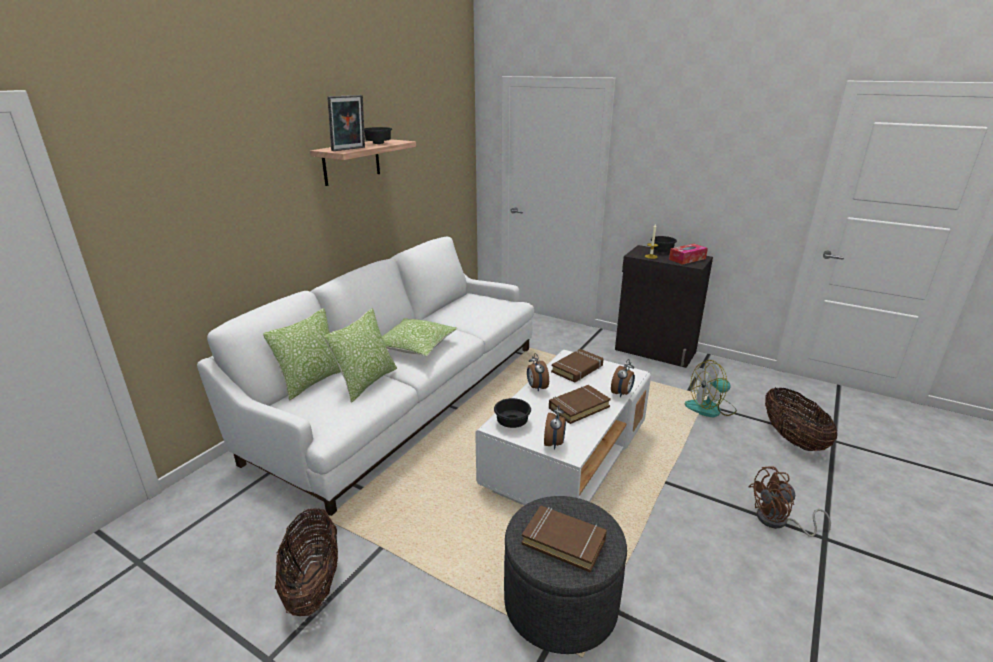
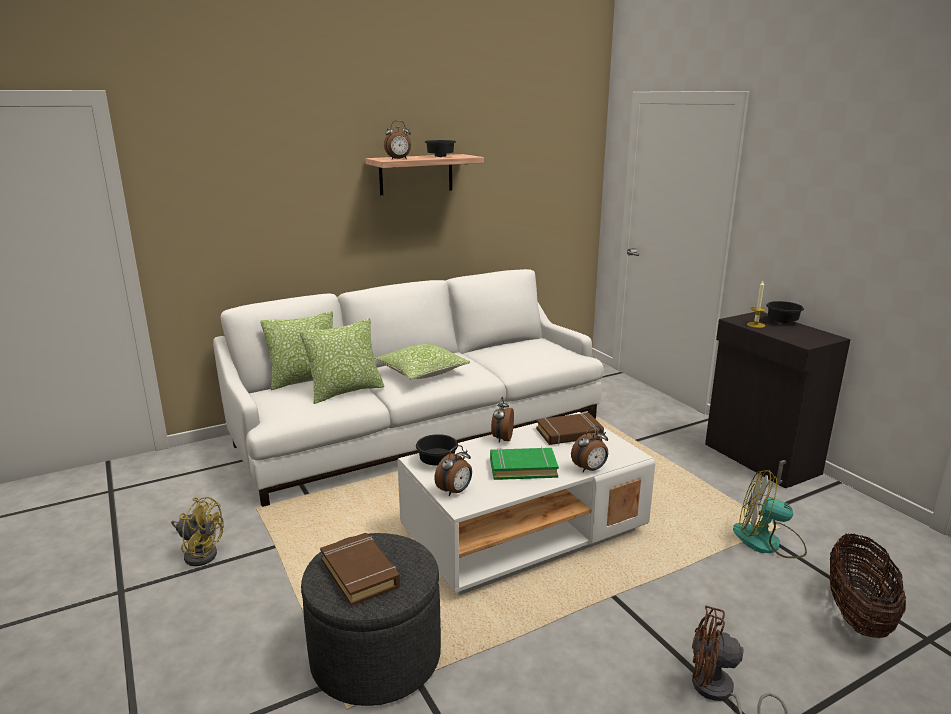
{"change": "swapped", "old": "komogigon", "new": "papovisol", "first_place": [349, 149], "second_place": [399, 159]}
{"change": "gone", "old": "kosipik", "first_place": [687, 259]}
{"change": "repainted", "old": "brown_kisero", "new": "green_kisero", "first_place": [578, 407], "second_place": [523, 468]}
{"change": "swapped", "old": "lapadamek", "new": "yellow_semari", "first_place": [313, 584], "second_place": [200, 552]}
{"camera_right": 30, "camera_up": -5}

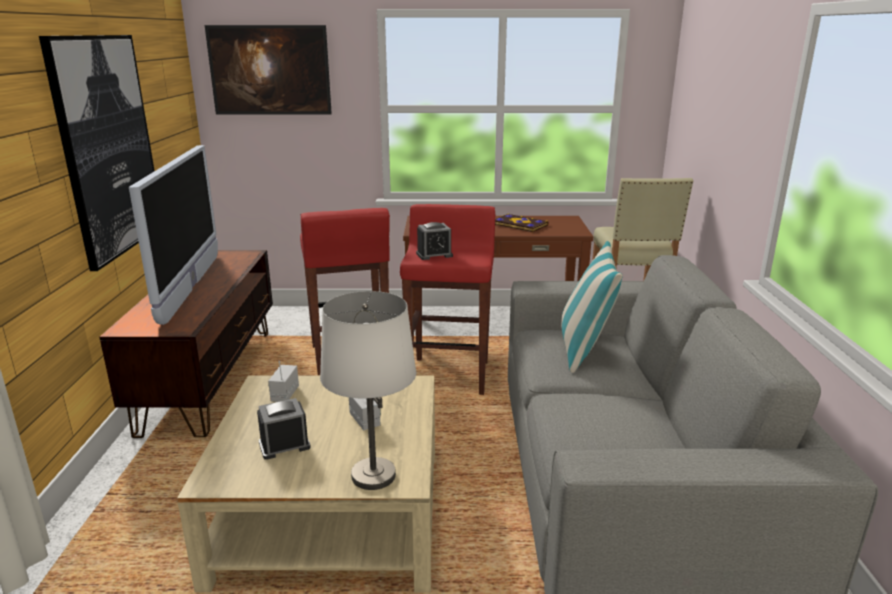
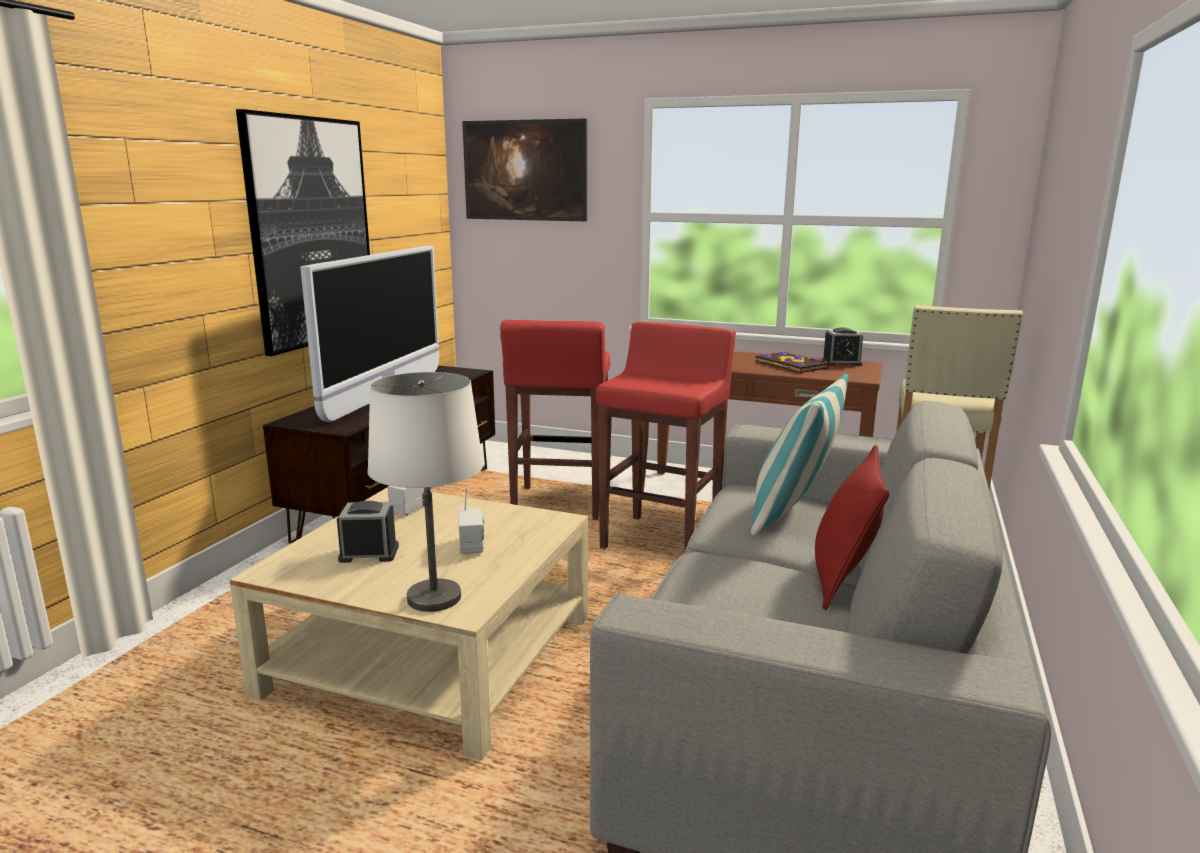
{"change": "shifted", "old": "papovisol", "first_place": [434, 255], "second_place": [841, 363]}
{"change": "new", "new": "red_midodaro", "second_place": [842, 579]}
{"camera_right": 20, "camera_up": -5}

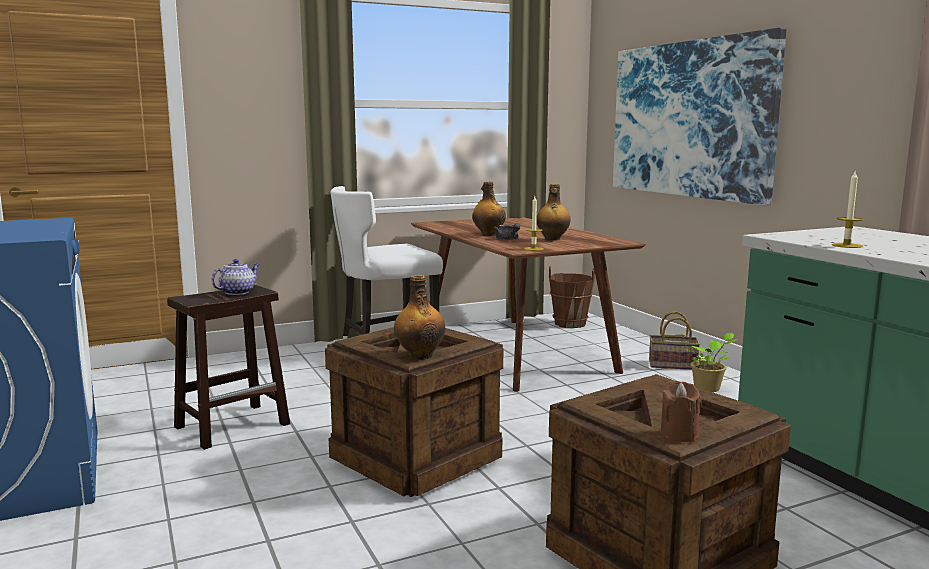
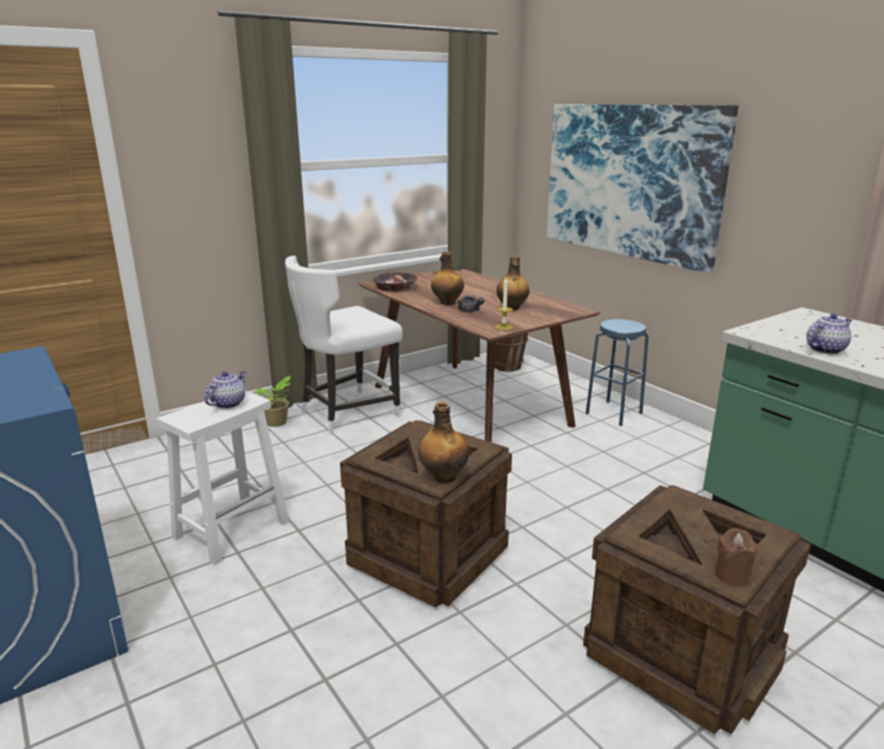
{"change": "swapped", "old": "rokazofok", "new": "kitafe", "first_place": [847, 245], "second_place": [825, 349]}
{"change": "repainted", "old": "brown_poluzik", "new": "white_poluzik", "first_place": [233, 425], "second_place": [232, 528]}
{"change": "swapped", "old": "lapadamek", "new": "blue_poluzik", "first_place": [671, 365], "second_place": [613, 413]}
{"change": "shifted", "old": "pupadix", "first_place": [708, 389], "second_place": [277, 423]}
{"change": "new", "new": "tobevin", "second_place": [394, 287]}
{"camera_right": -10, "camera_up": 10}

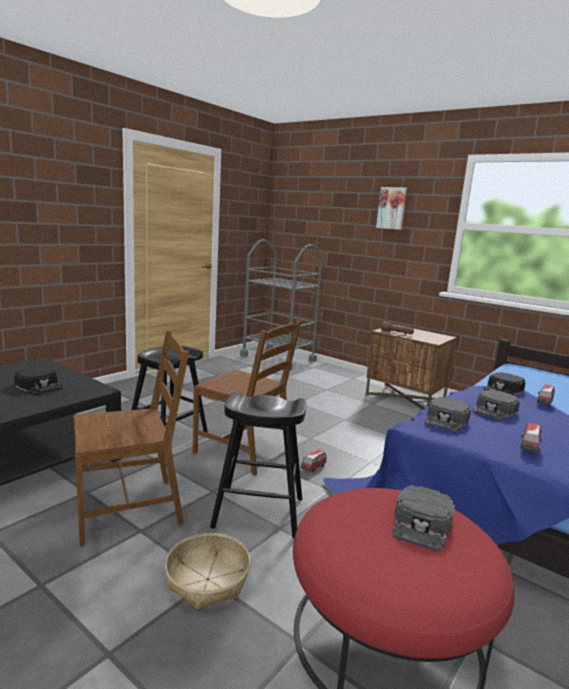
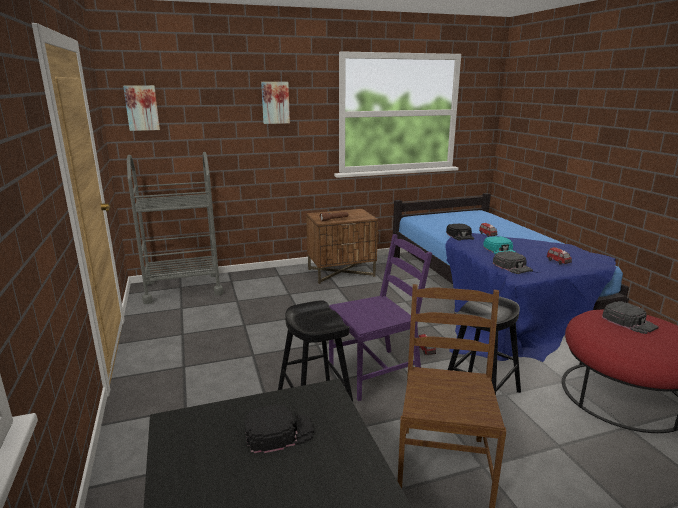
{"change": "repainted", "old": "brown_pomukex", "new": "purple_pomukex", "first_place": [243, 451], "second_place": [375, 372]}
{"change": "repainted", "old": "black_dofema", "new": "turquoise_dofema", "first_place": [494, 410], "second_place": [500, 250]}
{"change": "gone", "old": "lapadamek", "first_place": [207, 579]}
{"change": "new", "new": "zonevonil", "second_place": [142, 108]}
{"camera_right": -55, "camera_up": 5}

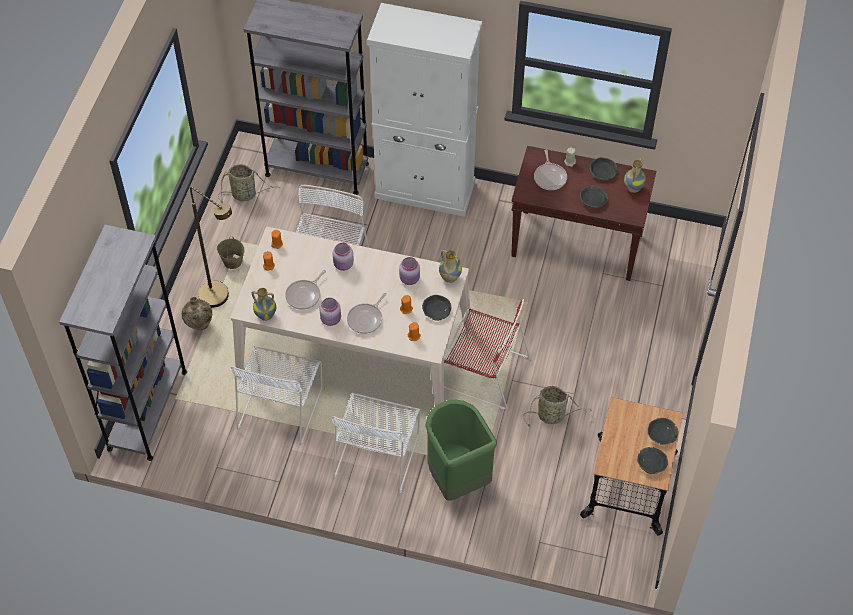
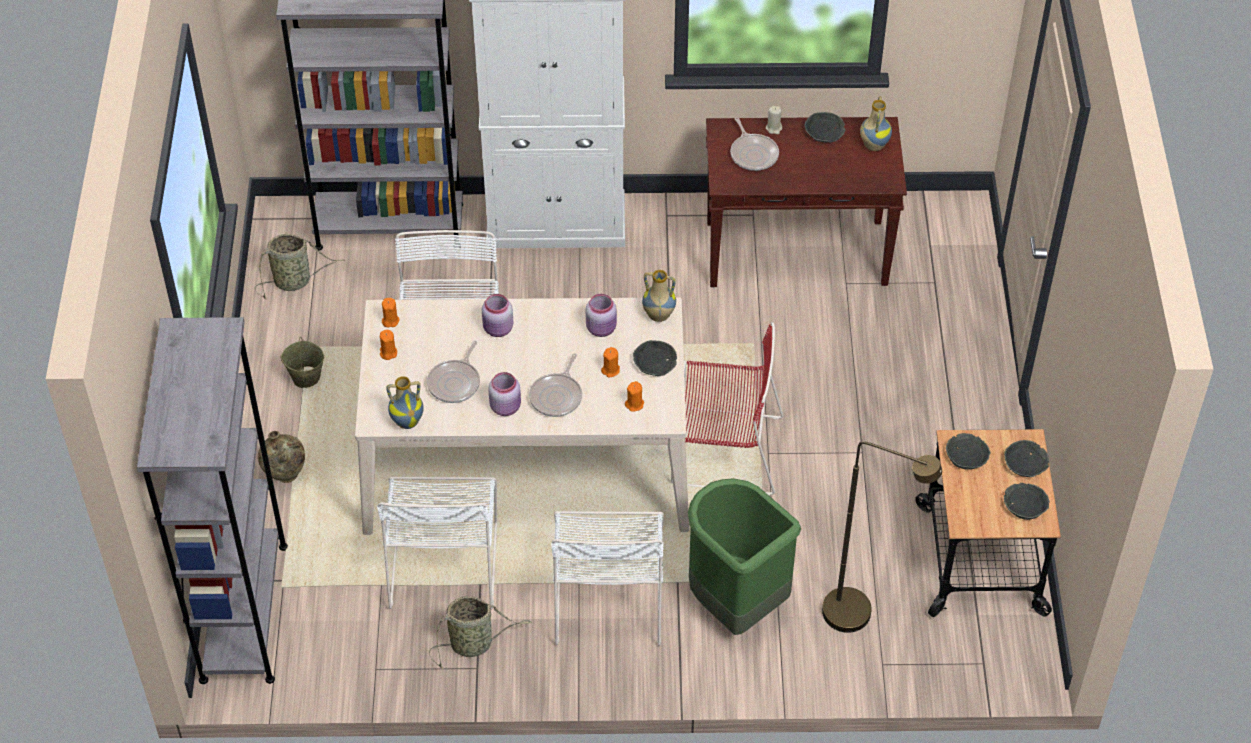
{"change": "shifted", "old": "grey_tobevin", "first_place": [593, 199], "second_place": [967, 455]}
{"change": "shifted", "old": "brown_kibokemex", "first_place": [220, 299], "second_place": [860, 615]}
{"change": "shifted", "old": "lapadamek", "first_place": [553, 416], "second_place": [474, 644]}
{"camera_right": -15, "camera_up": -5}

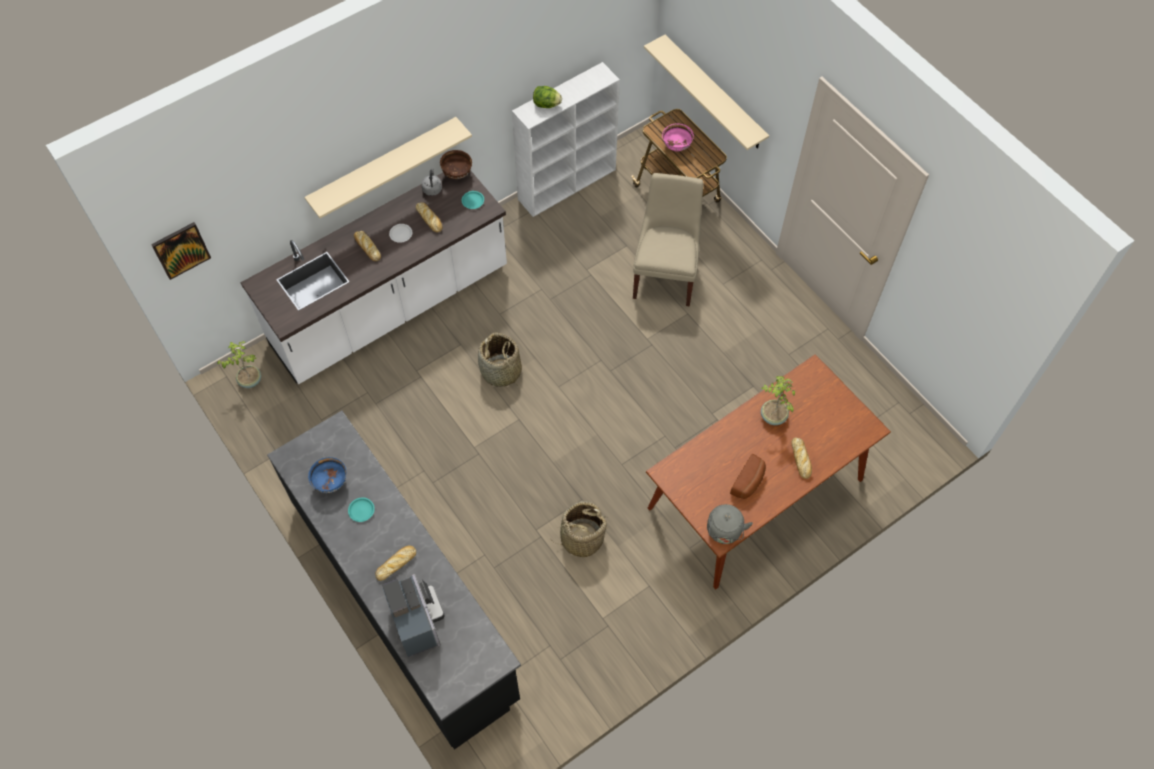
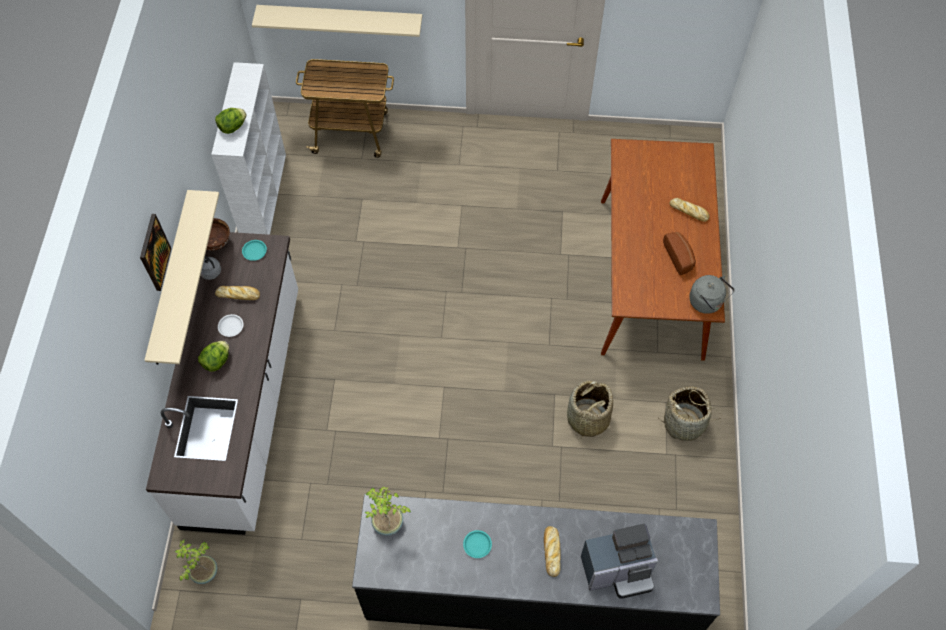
{"change": "gone", "old": "pink_tobevin", "first_place": [676, 147]}
{"change": "gone", "old": "beige_pomukex", "first_place": [665, 273]}
{"change": "shifted", "old": "zonevonil", "first_place": [181, 250], "second_place": [154, 252]}
{"change": "swapped", "old": "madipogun", "new": "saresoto", "first_place": [367, 247], "second_place": [216, 361]}
{"change": "shifted", "old": "lapadamek", "first_place": [501, 372], "second_place": [684, 423]}
{"change": "shifted", "old": "pupadix", "first_place": [772, 417], "second_place": [388, 524]}
{"change": "gone", "old": "blue_tobevin", "first_place": [330, 482]}
{"change": "rotated", "old": "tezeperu", "first_place": [418, 621], "second_place": [618, 571], "degrees": 150}
{"camera_right": -50, "camera_up": 0}

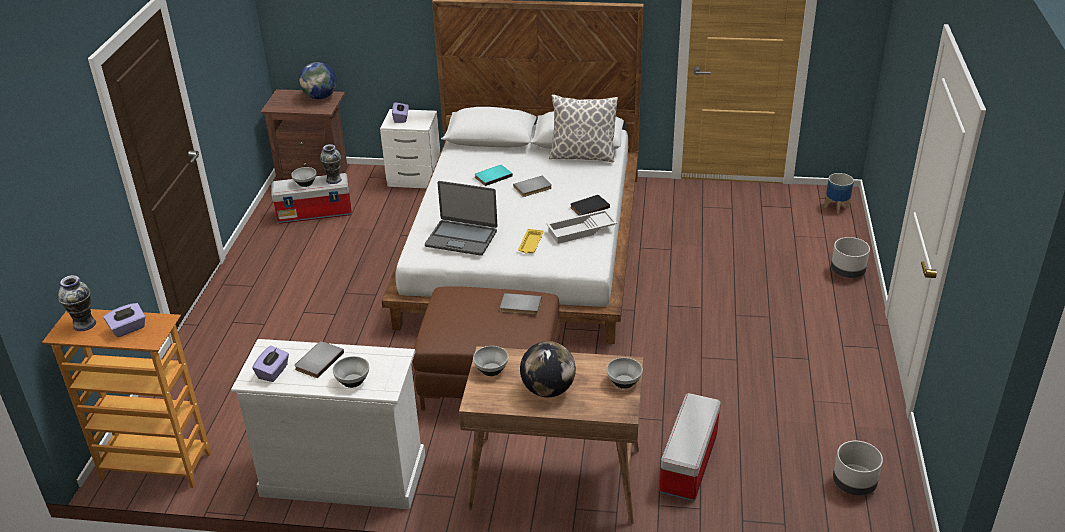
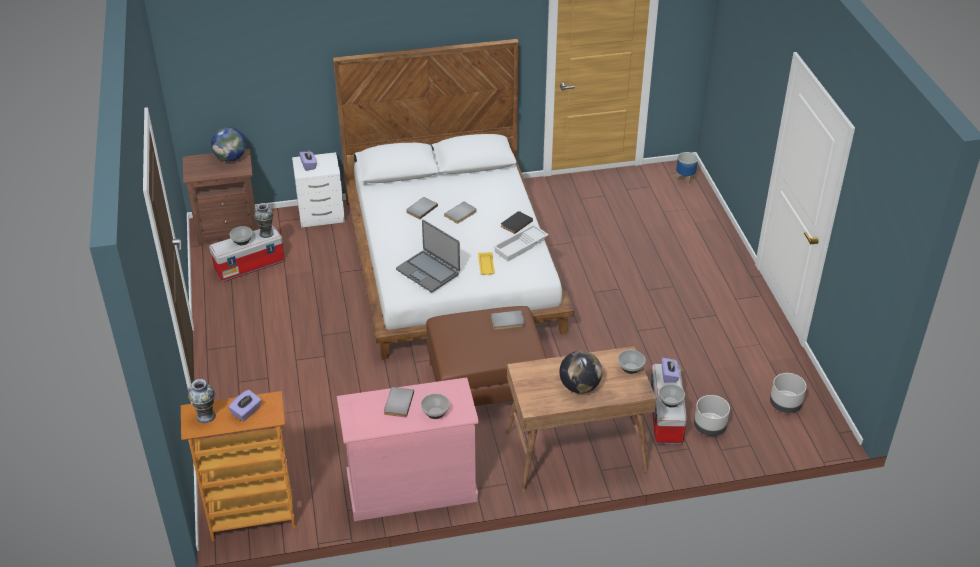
{"change": "gone", "old": "midodaro", "first_place": [582, 156]}
{"change": "repainted", "old": "turquoise_kisero", "new": "grey_kisero", "first_place": [492, 176], "second_place": [421, 209]}
{"change": "rotated", "old": "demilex", "first_place": [461, 238], "second_place": [428, 271], "degrees": 45}
{"change": "shifted", "old": "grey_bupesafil", "first_place": [847, 272], "second_place": [710, 427]}
{"change": "repainted", "old": "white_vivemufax", "new": "pink_vivemufax", "first_place": [343, 475], "second_place": [411, 488]}
{"change": "shifted", "old": "purple_kosipik", "first_place": [273, 372], "second_place": [669, 375]}
{"change": "shifted", "old": "tobevin", "first_place": [492, 369], "second_place": [670, 402]}
{"camera_right": -20, "camera_up": 5}

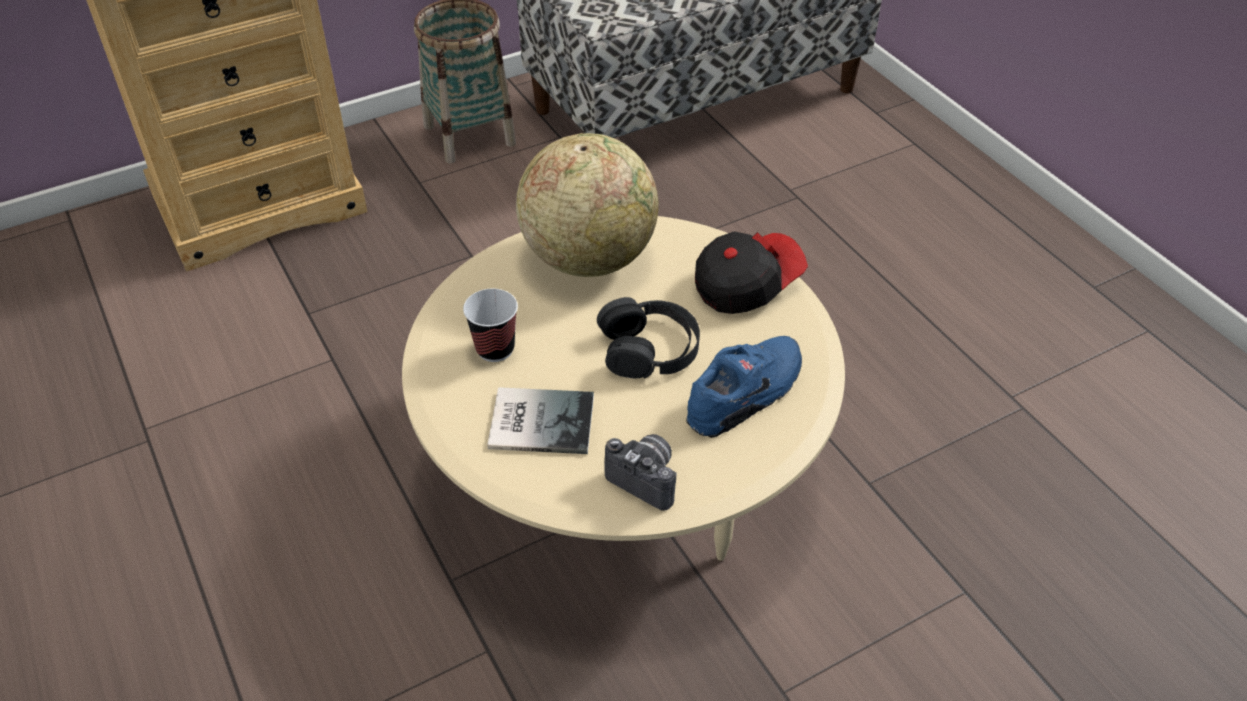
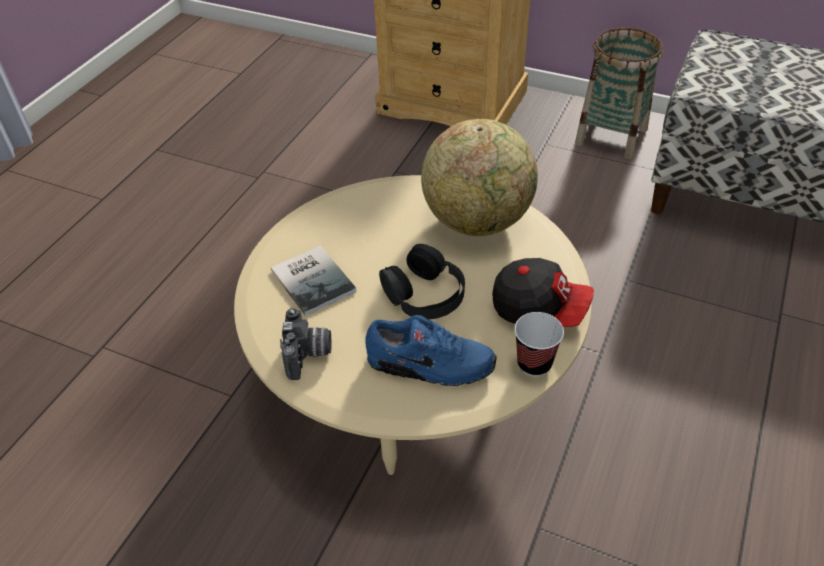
{"change": "shifted", "old": "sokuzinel", "first_place": [495, 349], "second_place": [534, 363]}
{"camera_right": 55, "camera_up": 0}

